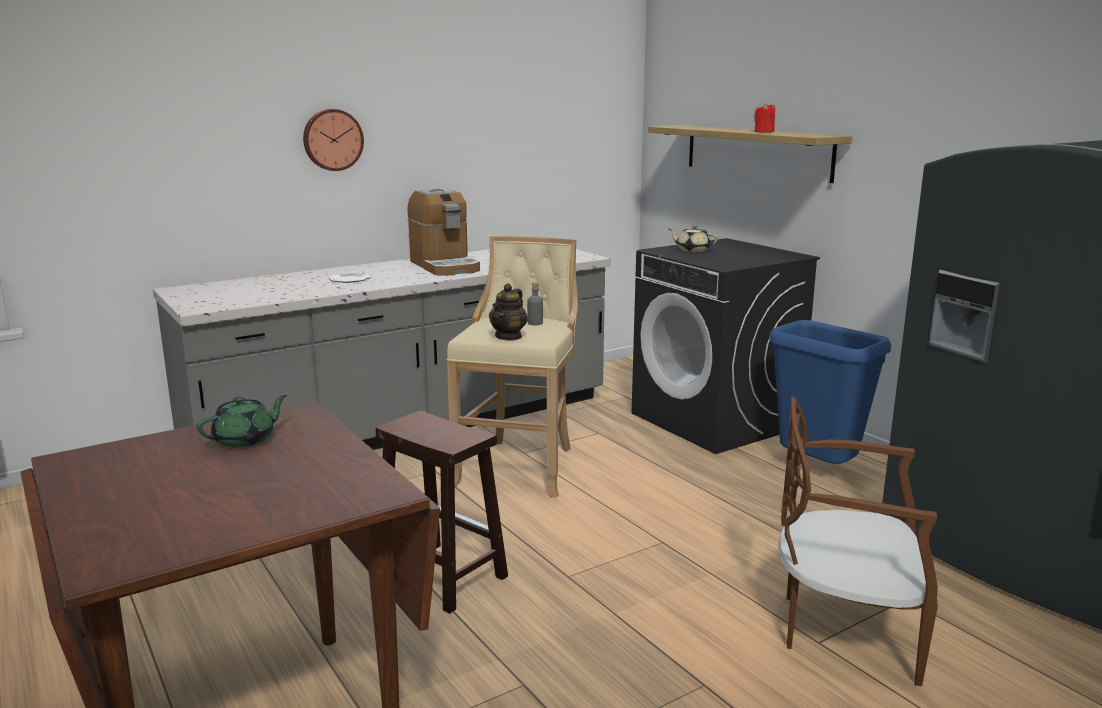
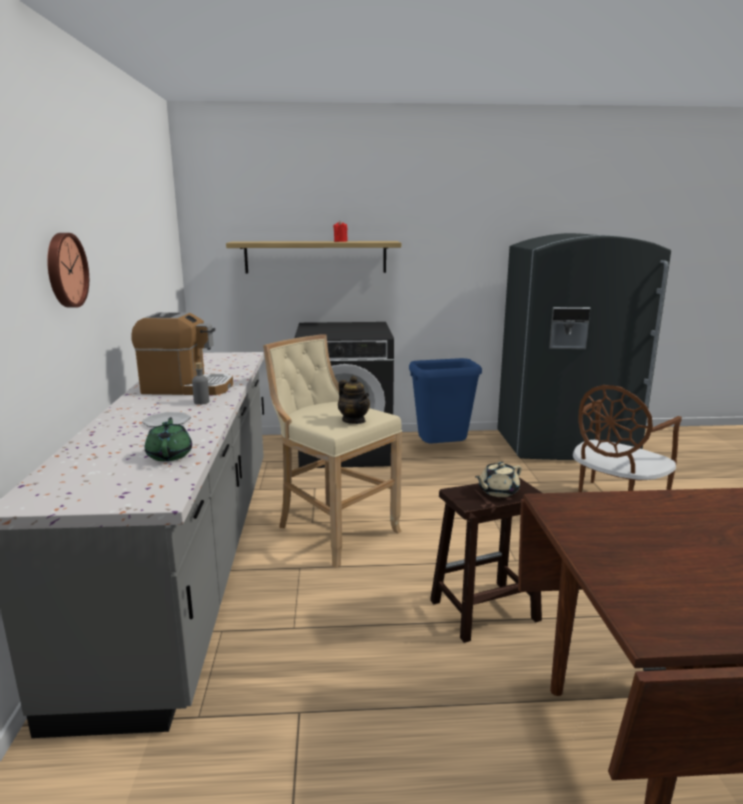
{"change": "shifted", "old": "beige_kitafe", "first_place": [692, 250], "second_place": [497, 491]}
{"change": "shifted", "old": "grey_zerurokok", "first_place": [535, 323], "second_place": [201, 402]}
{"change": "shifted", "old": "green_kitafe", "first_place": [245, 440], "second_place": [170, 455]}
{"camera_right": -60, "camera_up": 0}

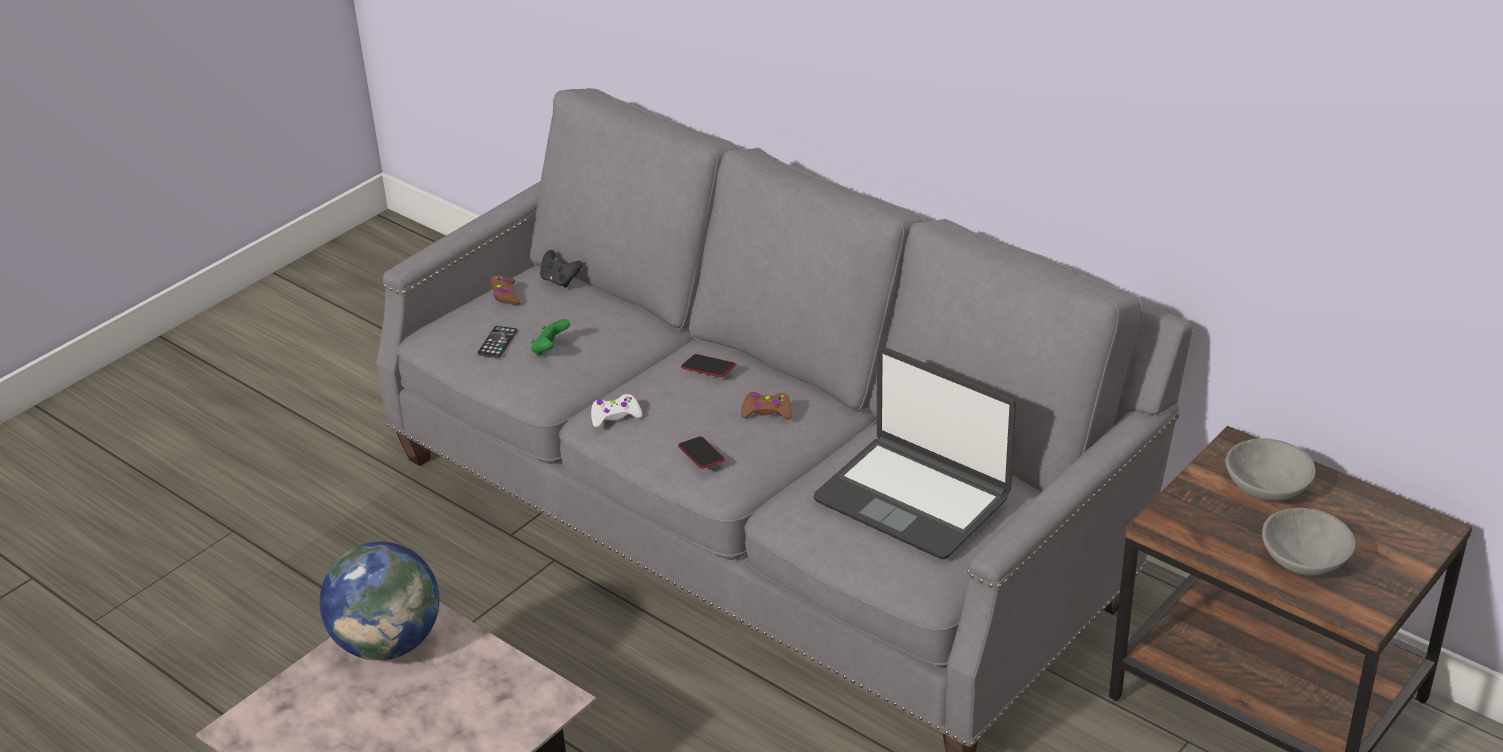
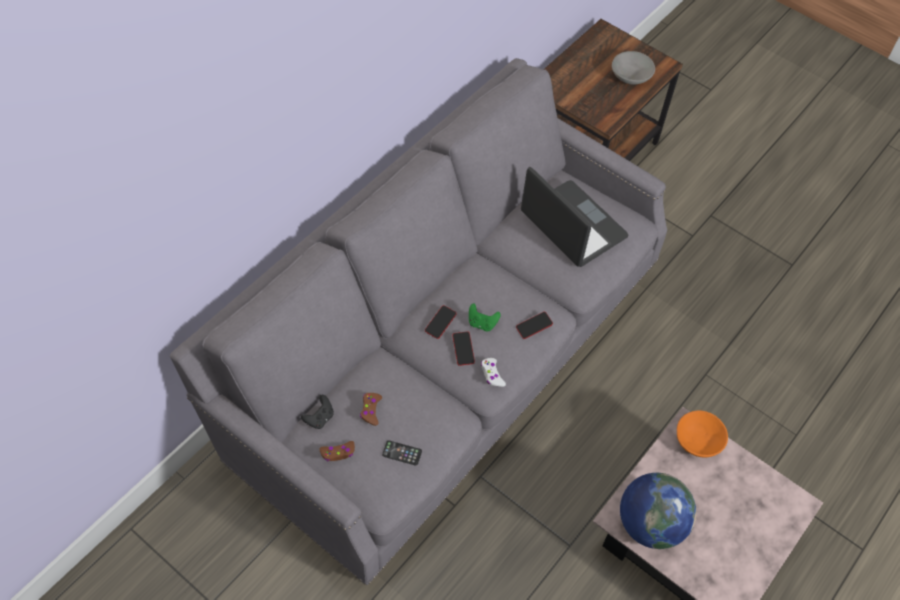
{"change": "shifted", "old": "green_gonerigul", "first_place": [550, 350], "second_place": [482, 323]}
{"change": "rotated", "old": "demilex", "first_place": [913, 498], "second_place": [572, 226], "degrees": -75}
{"change": "shifted", "old": "brown_gonerigul", "first_place": [767, 411], "second_place": [370, 410]}
{"change": "gone", "old": "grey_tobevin", "first_place": [1266, 488]}
{"change": "new", "new": "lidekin", "second_place": [463, 350]}
{"change": "new", "new": "orange_tobevin", "second_place": [697, 441]}
{"camera_right": -95, "camera_up": 20}

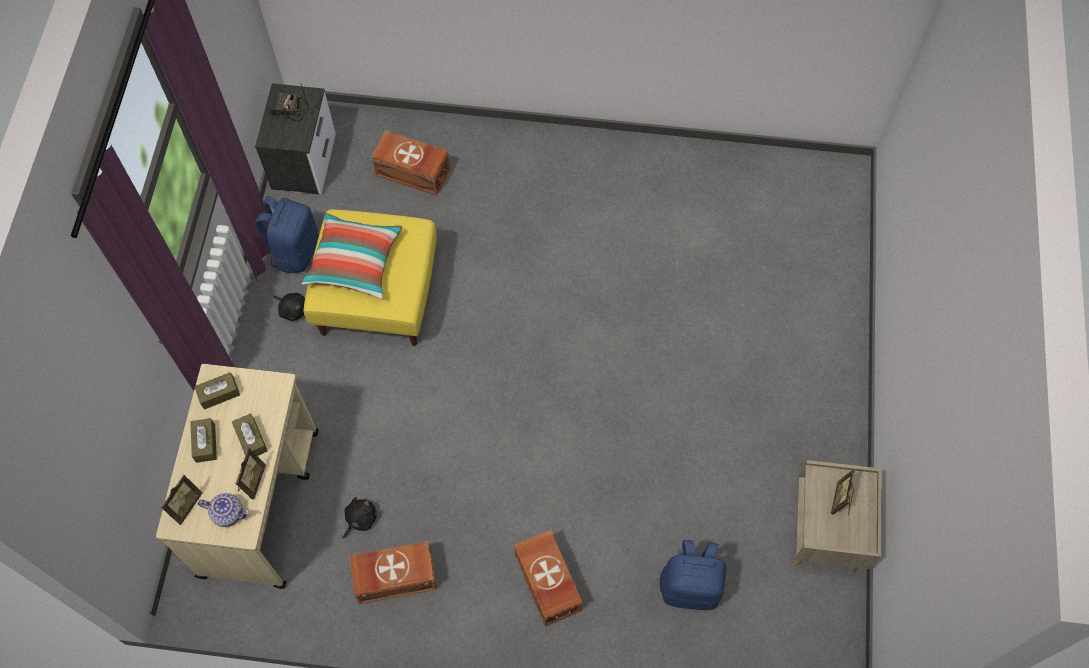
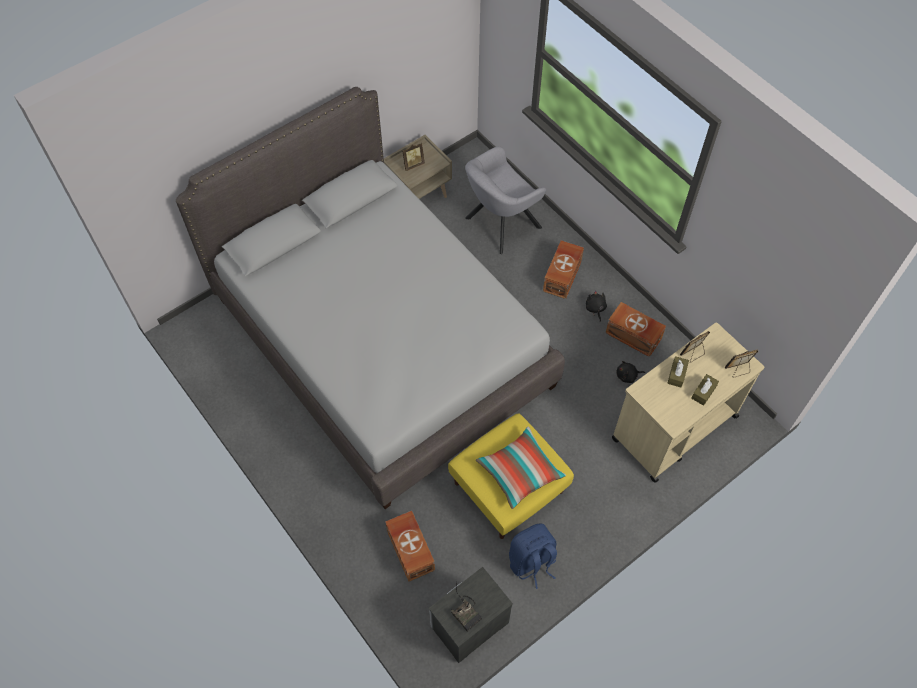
{"change": "shifted", "old": "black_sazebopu", "first_place": [292, 309], "second_place": [595, 308]}
{"change": "gone", "old": "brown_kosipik", "first_place": [219, 394]}
{"change": "gone", "old": "kitafe", "first_place": [228, 513]}
{"change": "swapped", "old": "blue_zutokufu", "new": "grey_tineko", "first_place": [690, 586], "second_place": [499, 224]}
{"change": "new", "new": "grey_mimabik", "second_place": [382, 341]}
{"camera_right": -135, "camera_up": -5}

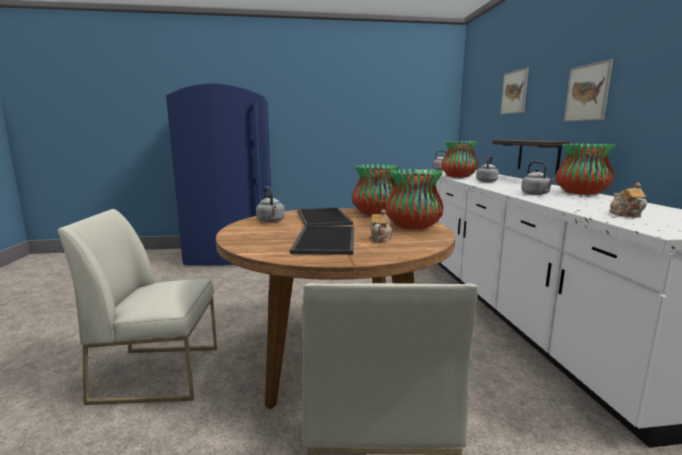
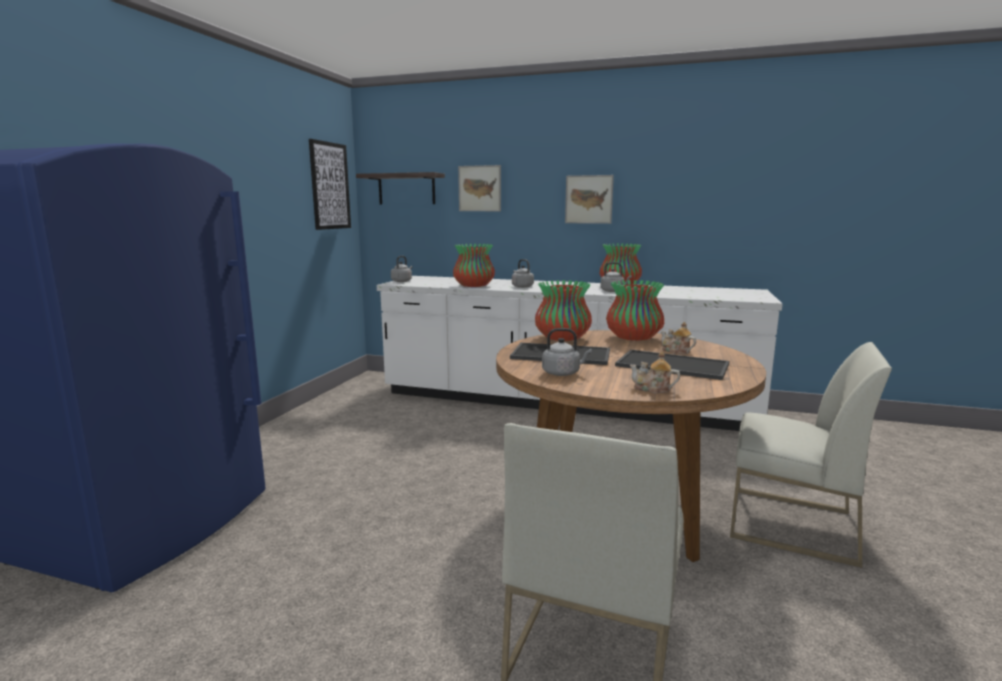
{"change": "shifted", "old": "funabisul", "first_place": [538, 156], "second_place": [406, 189]}
{"change": "shifted", "old": "kitafe", "first_place": [624, 214], "second_place": [652, 389]}
{"change": "new", "new": "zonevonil", "second_place": [330, 186]}
{"camera_right": -65, "camera_up": 0}

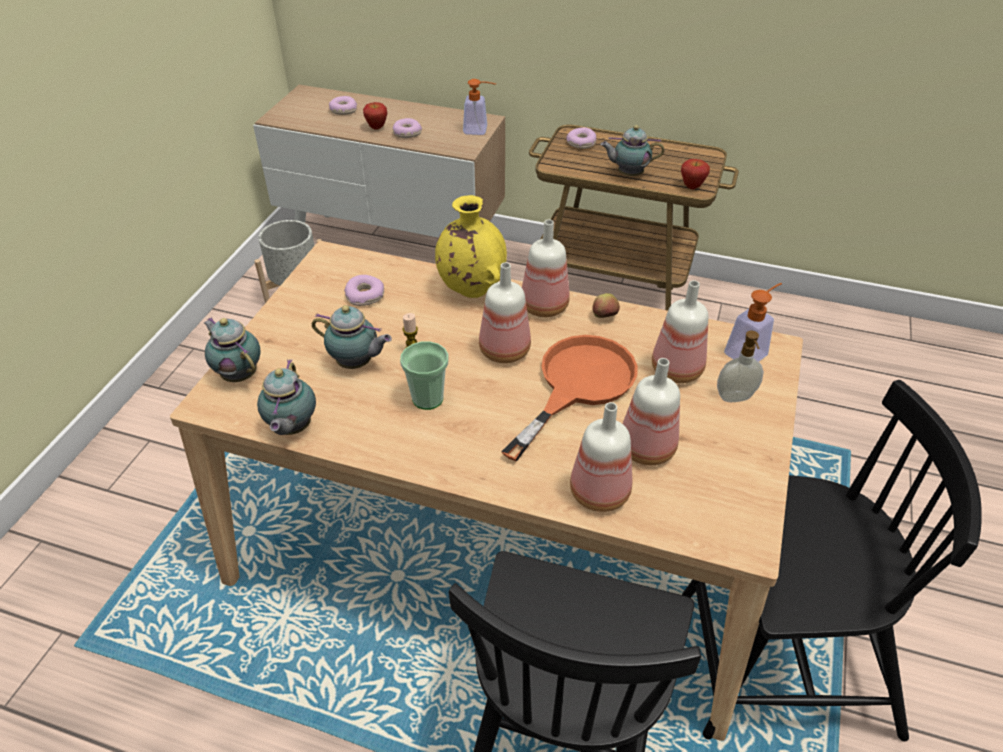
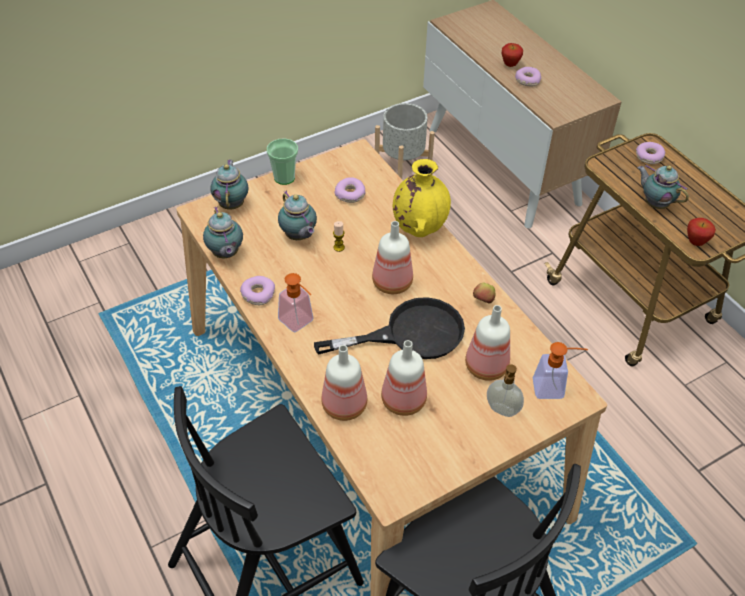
{"change": "shifted", "old": "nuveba", "first_place": [480, 130], "second_place": [299, 323]}
{"change": "shifted", "old": "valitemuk", "first_place": [343, 110], "second_place": [258, 294]}
{"change": "gone", "old": "zerurokok", "first_place": [543, 307]}
{"change": "repainted", "old": "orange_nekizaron", "new": "black_nekizaron", "first_place": [578, 385], "second_place": [410, 334]}
{"change": "shifted", "old": "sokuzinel", "first_place": [427, 398], "second_place": [284, 178]}
{"change": "rotated", "old": "kitafe", "first_place": [291, 429], "second_place": [225, 254], "degrees": -60}
{"camera_right": 40, "camera_up": 5}

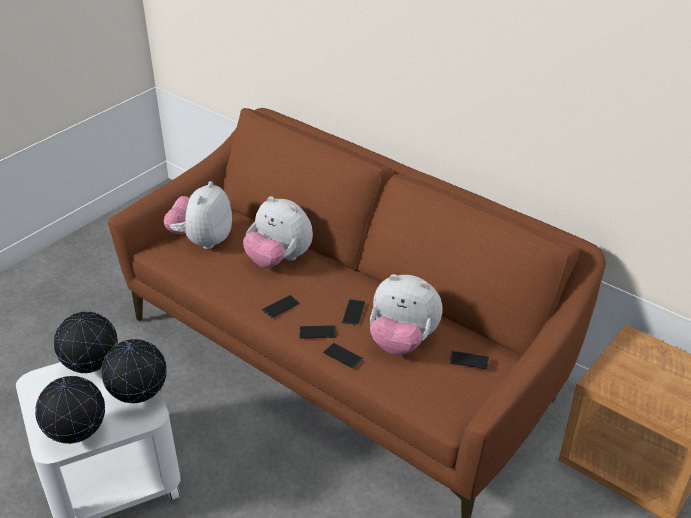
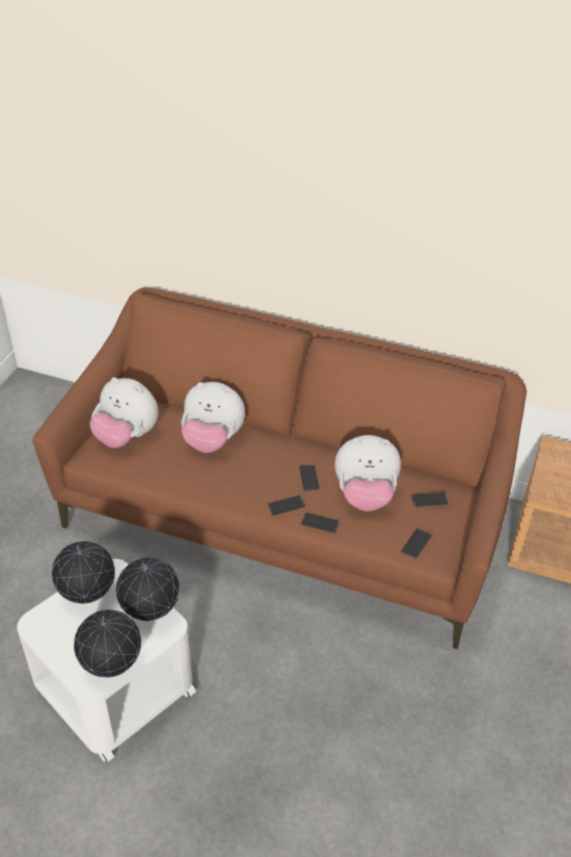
{"change": "rotated", "old": "sazebopu", "first_place": [202, 240], "second_place": [126, 436], "degrees": -60}
{"change": "shifted", "old": "lidekin", "first_place": [281, 306], "second_place": [416, 543]}
{"camera_right": -20, "camera_up": 5}

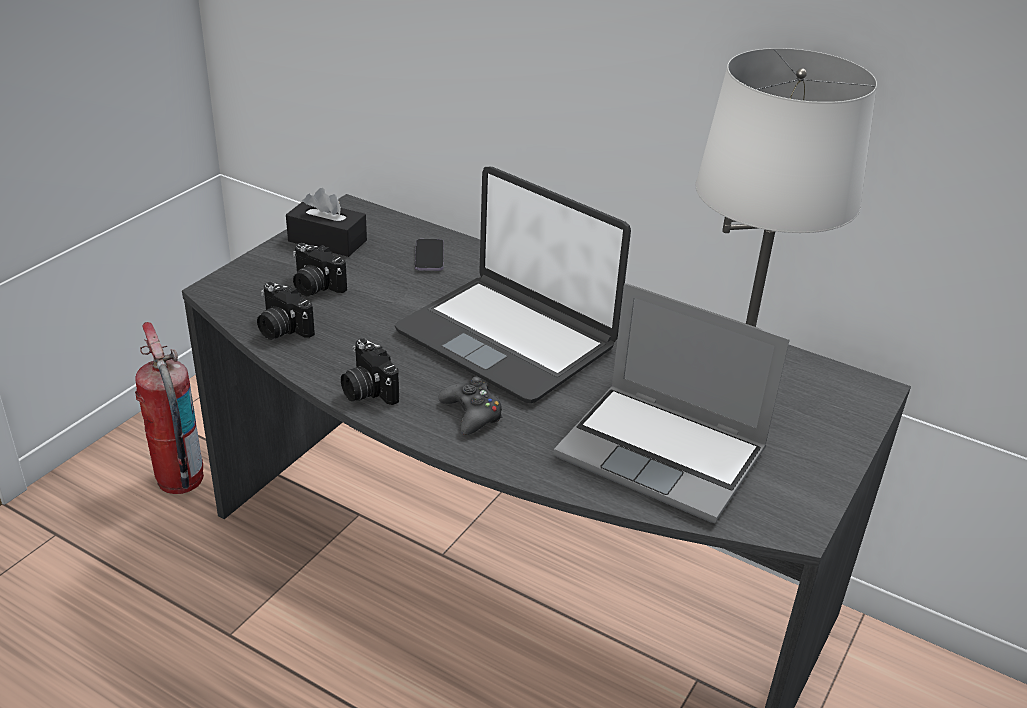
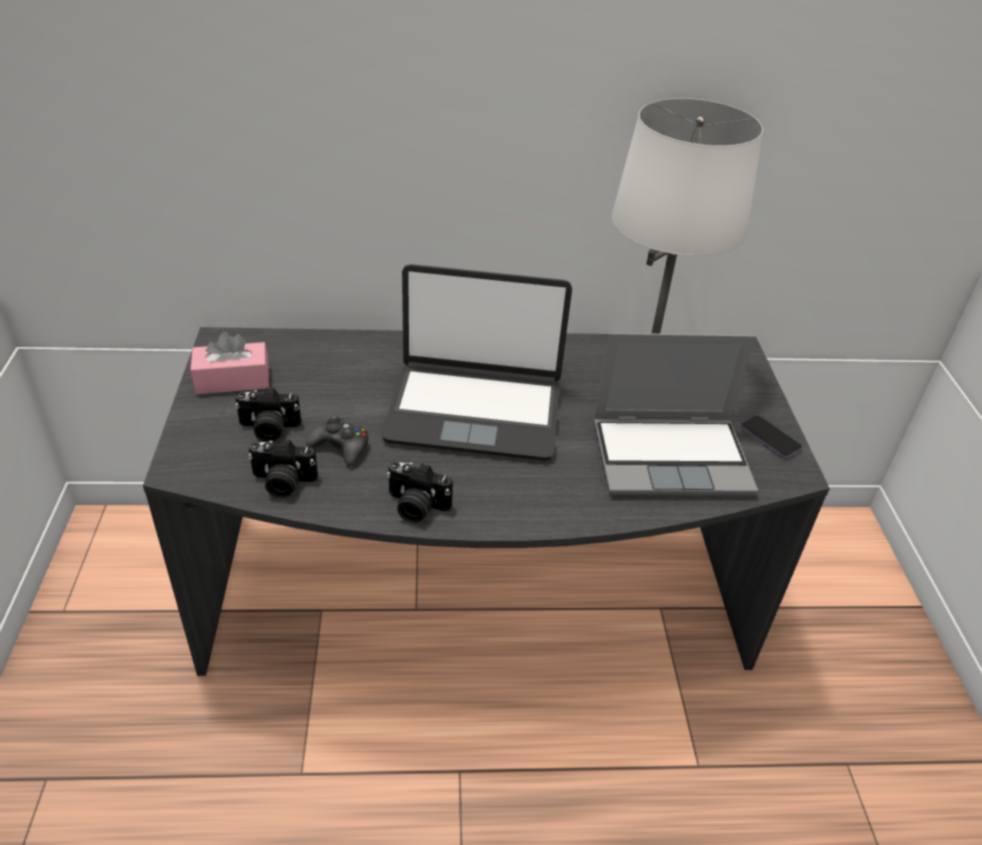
{"change": "repainted", "old": "black_kosipik", "new": "pink_kosipik", "first_place": [327, 241], "second_place": [232, 380]}
{"change": "shifted", "old": "lidekin", "first_place": [429, 257], "second_place": [770, 438]}
{"change": "gone", "old": "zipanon", "first_place": [179, 480]}
{"change": "shifted", "old": "black_gonerigul", "first_place": [472, 414], "second_place": [341, 447]}
{"camera_right": -35, "camera_up": 5}

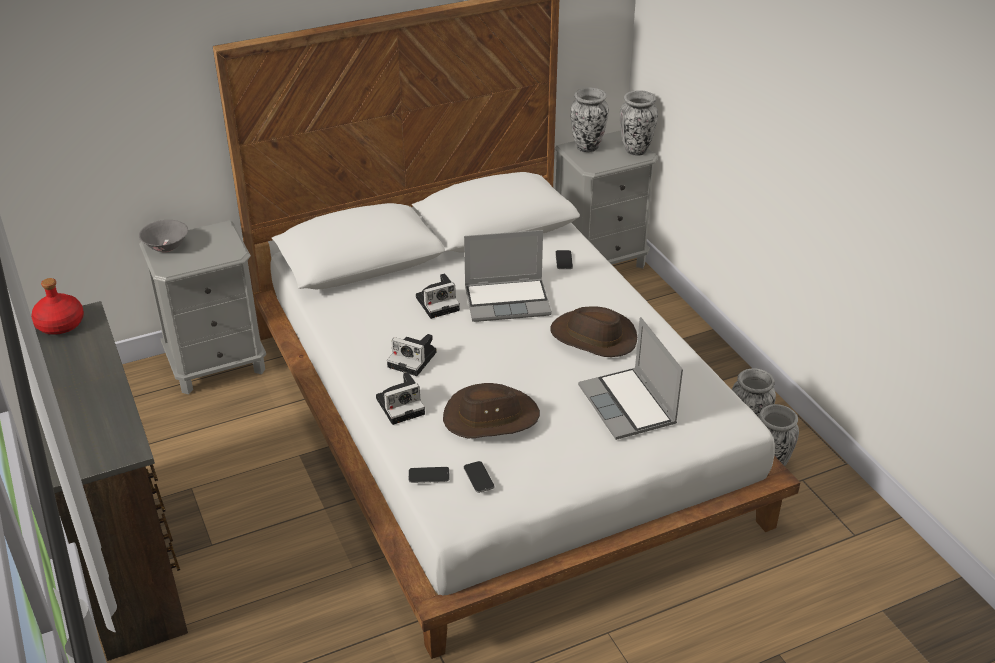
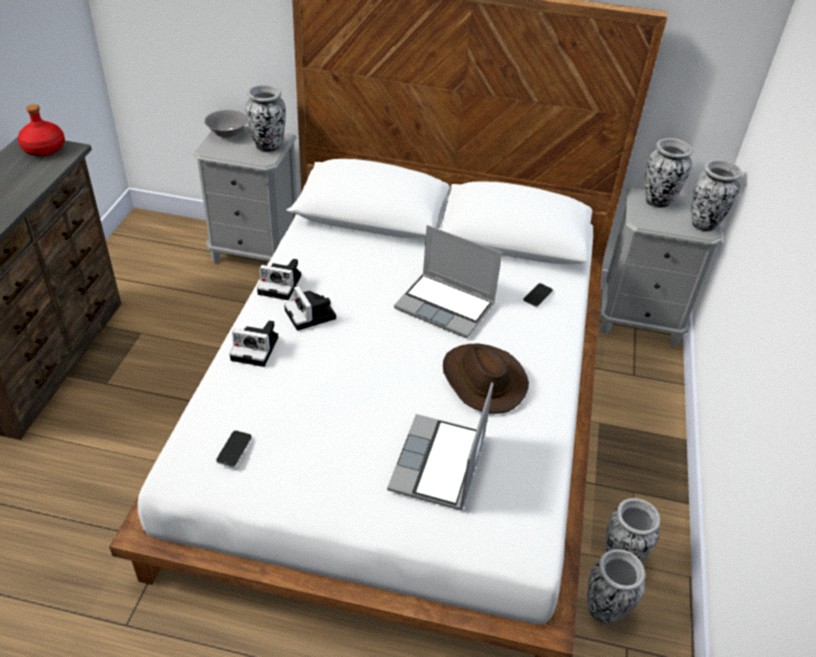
{"change": "shifted", "old": "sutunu", "first_place": [439, 303], "second_place": [281, 284]}
{"change": "gone", "old": "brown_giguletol", "first_place": [490, 417]}
{"change": "gone", "old": "lidekin", "first_place": [429, 475]}
{"change": "new", "new": "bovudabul", "second_place": [268, 147]}
{"camera_right": 35, "camera_up": 5}

